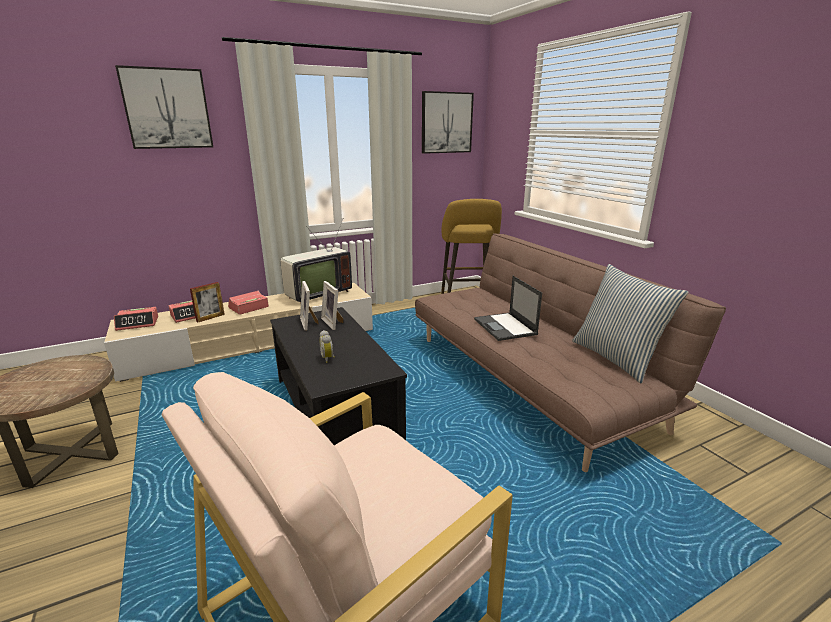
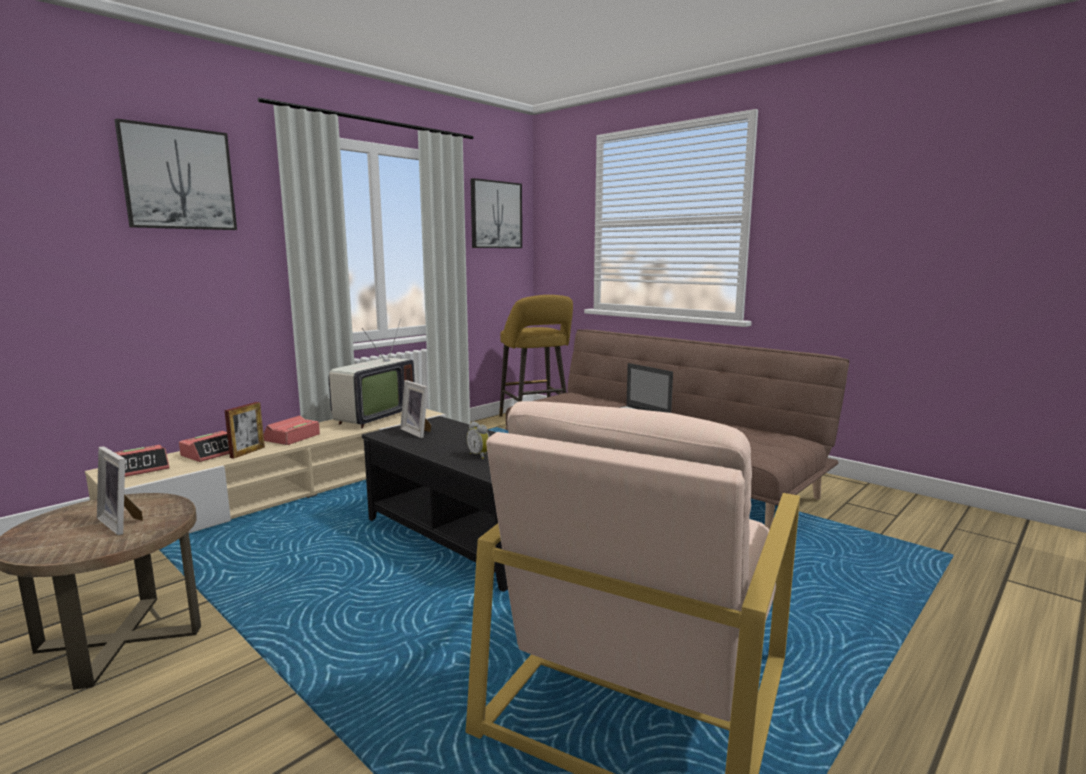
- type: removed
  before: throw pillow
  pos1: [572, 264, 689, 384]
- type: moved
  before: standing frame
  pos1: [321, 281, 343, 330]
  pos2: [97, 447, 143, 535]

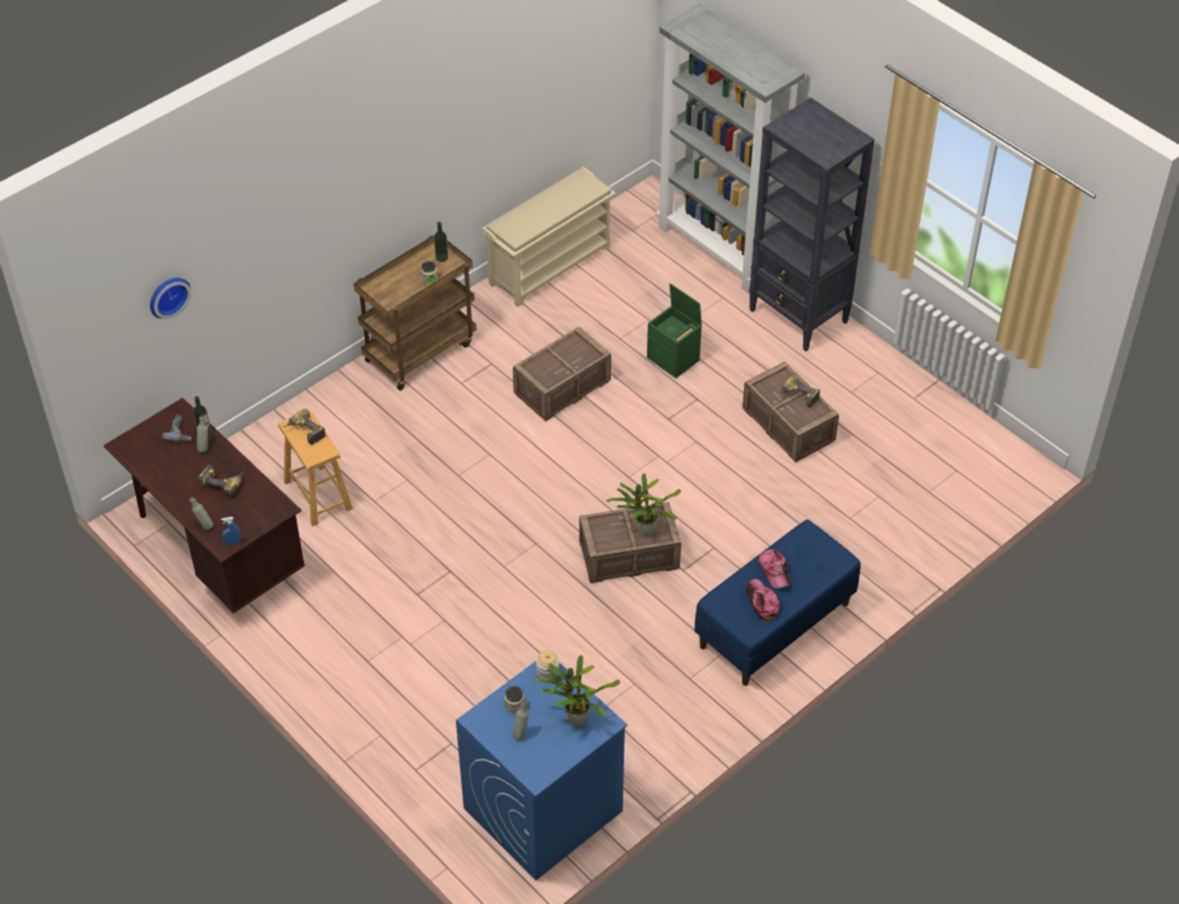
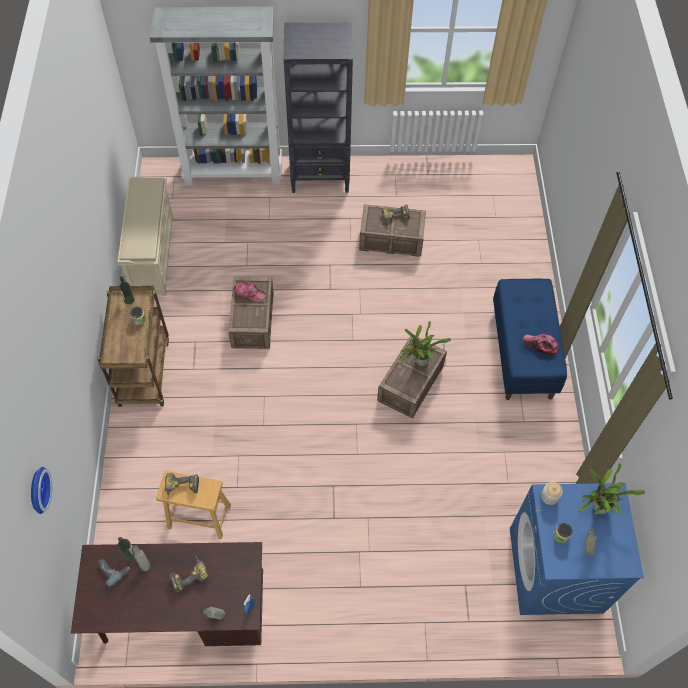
- type: removed
  before: green-coloured storage container
  pos1: [647, 283, 702, 378]
- type: moved
  before: cap
  pos1: [759, 549, 791, 588]
  pos2: [233, 281, 266, 303]

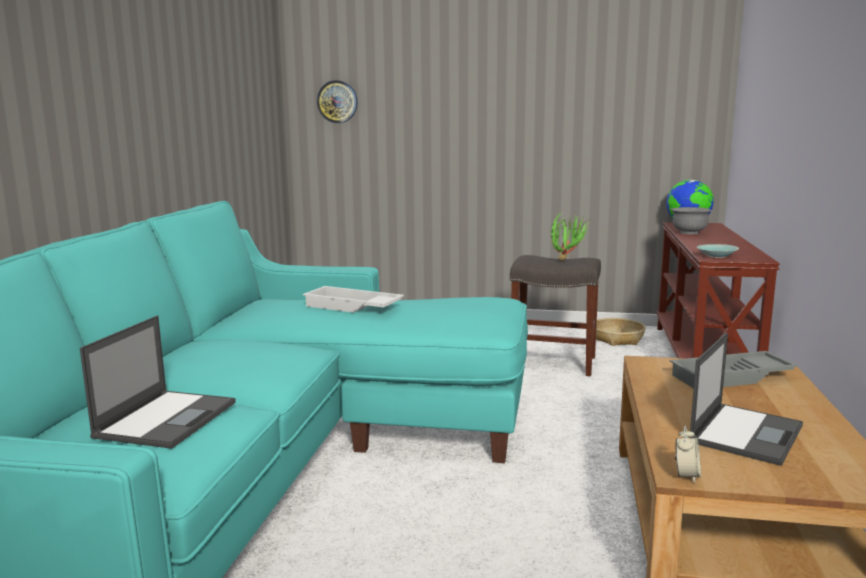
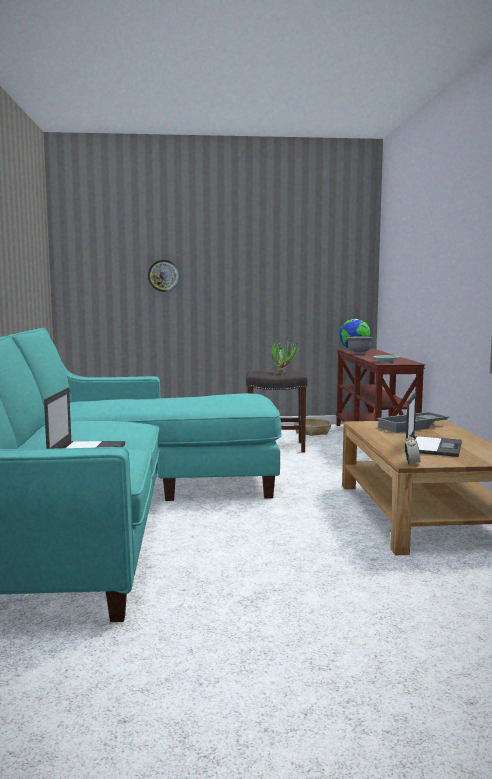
- type: moved
  before: clock on the wall
  pos1: [317, 80, 358, 123]
  pos2: [148, 260, 180, 292]
- type: removed
  before: whitish carrying tray
  pos1: [303, 286, 404, 313]

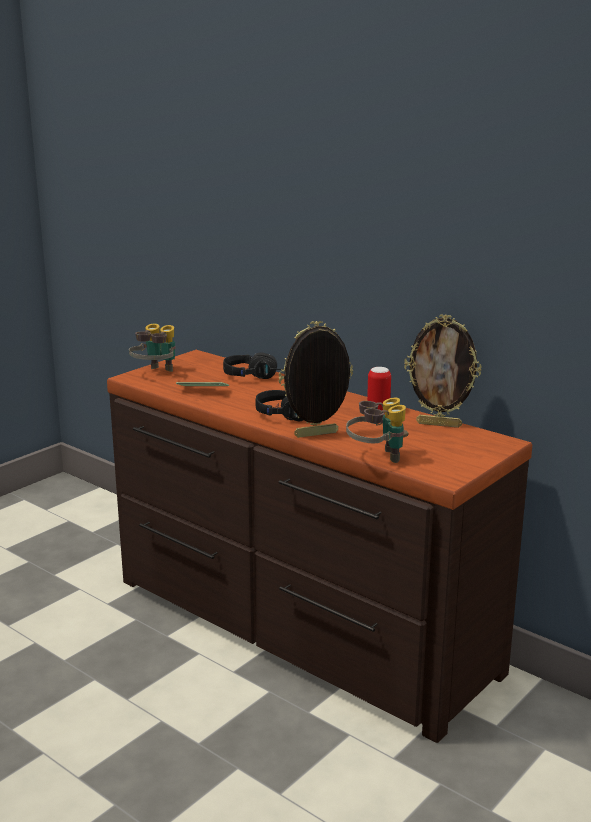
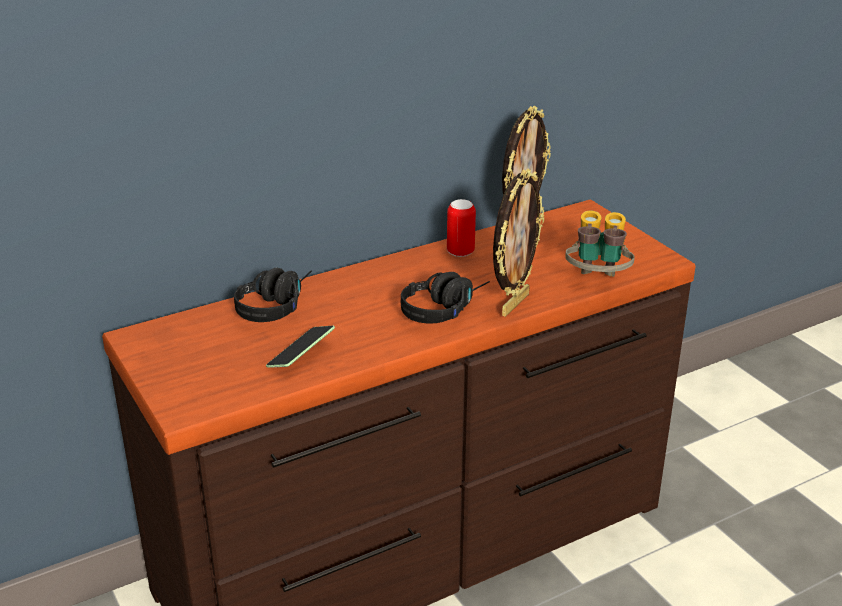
- type: turned
  before: standing frame
  pos1: [279, 321, 354, 438]
  pos2: [493, 169, 544, 317]
  turn: -150
- type: removed
  before: field glasses
  pos1: [129, 323, 175, 372]

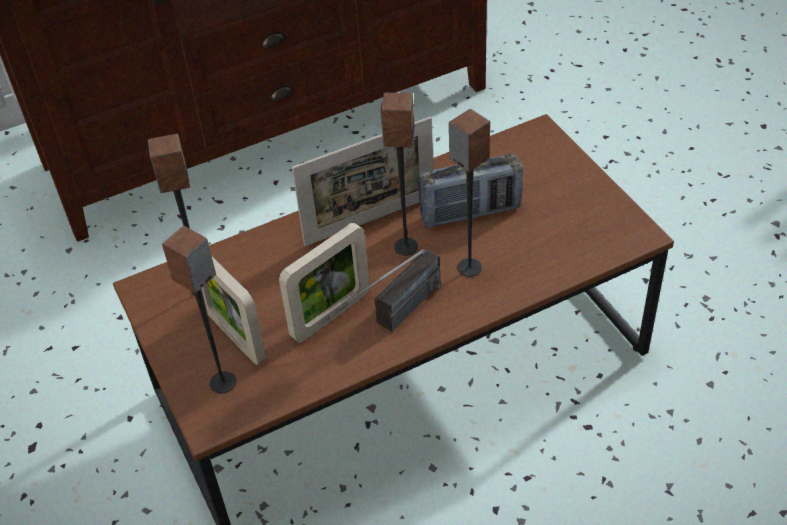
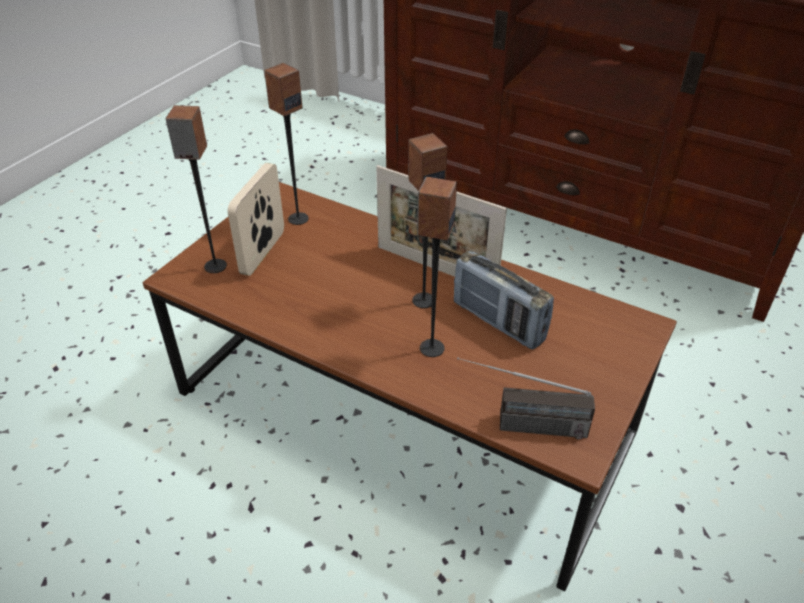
- type: removed
  before: standing frame
  pos1: [279, 223, 370, 342]
- type: moved
  before: radio receiver
  pos1: [344, 249, 441, 332]
  pos2: [457, 358, 595, 440]

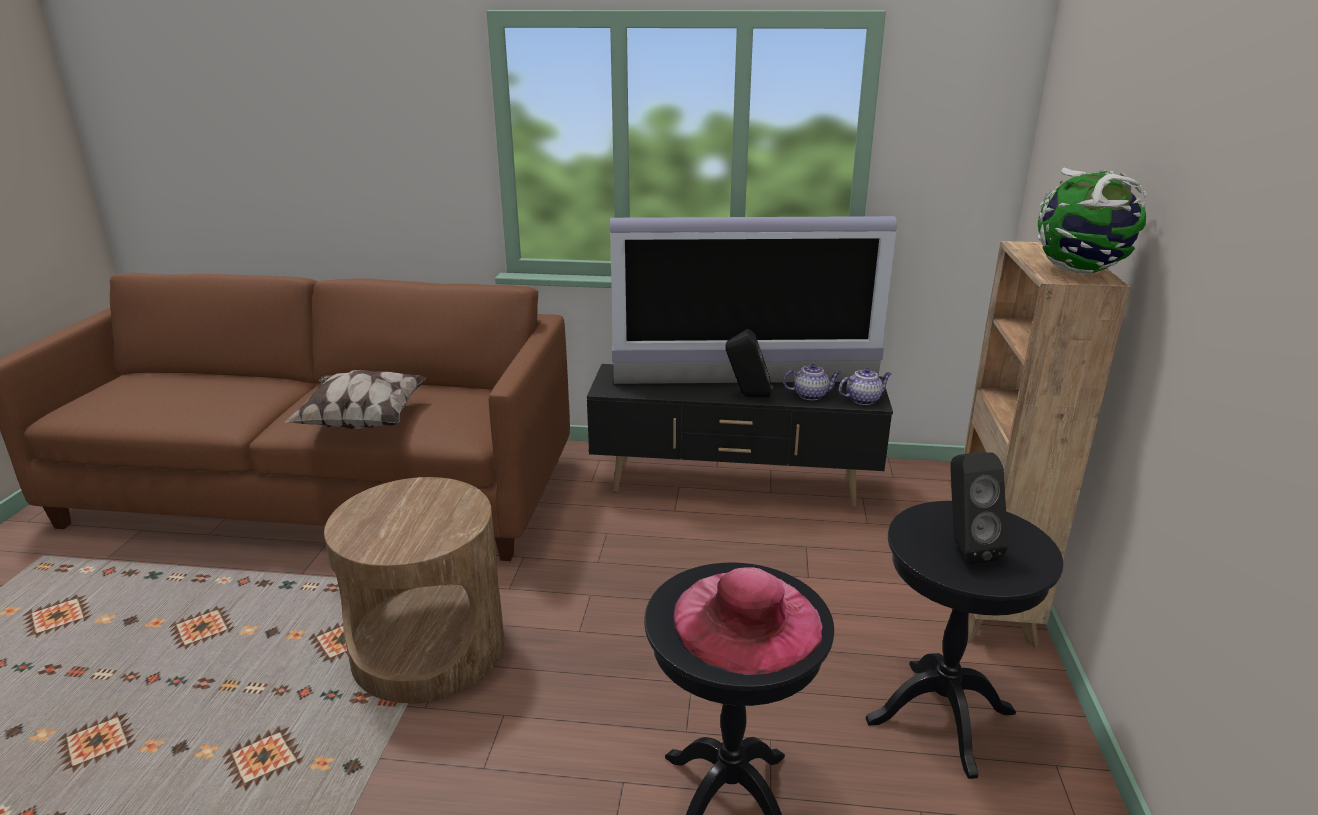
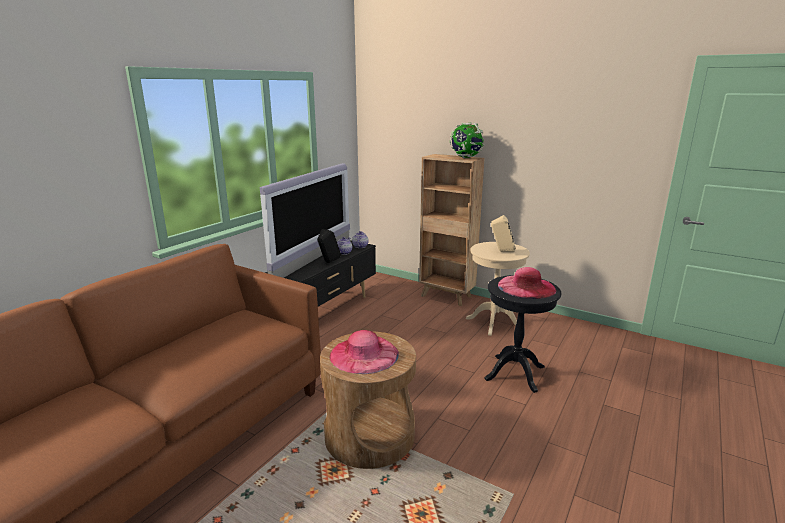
- type: removed
  before: throw pillow
  pos1: [284, 370, 427, 429]
- type: recoloured
  before: blackish loudspeaker
  after: sand-coloured loudspeaker
  pos1: [950, 452, 1008, 564]
  pos2: [491, 215, 516, 252]
- type: recoloured
  before: blackish accent table
  after: sand-coloured accent table
  pos1: [865, 501, 1063, 779]
  pos2: [466, 242, 530, 336]
- type: added
  after: pink-coloured wearable hat
  pos2: [330, 330, 399, 374]

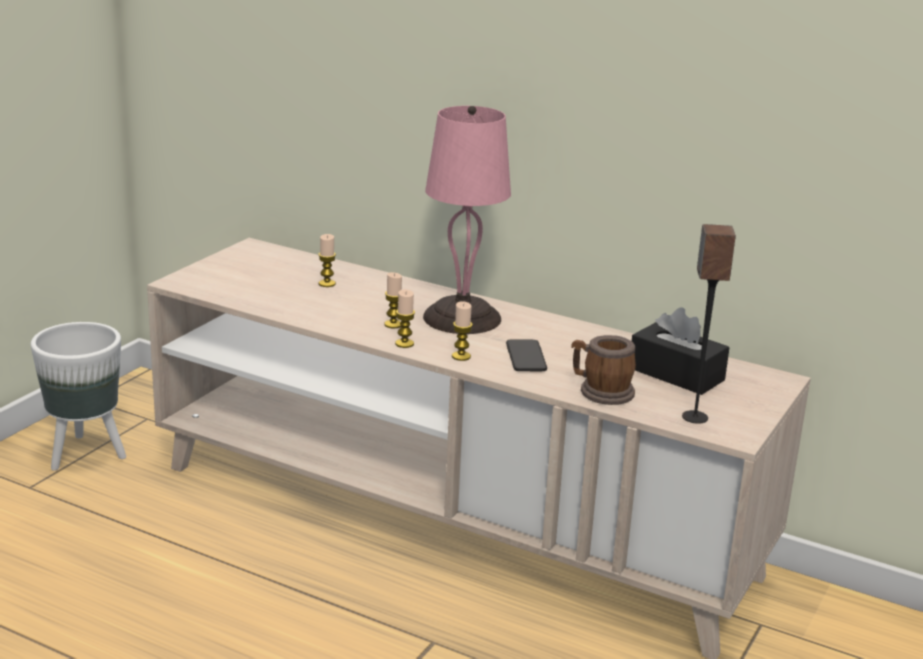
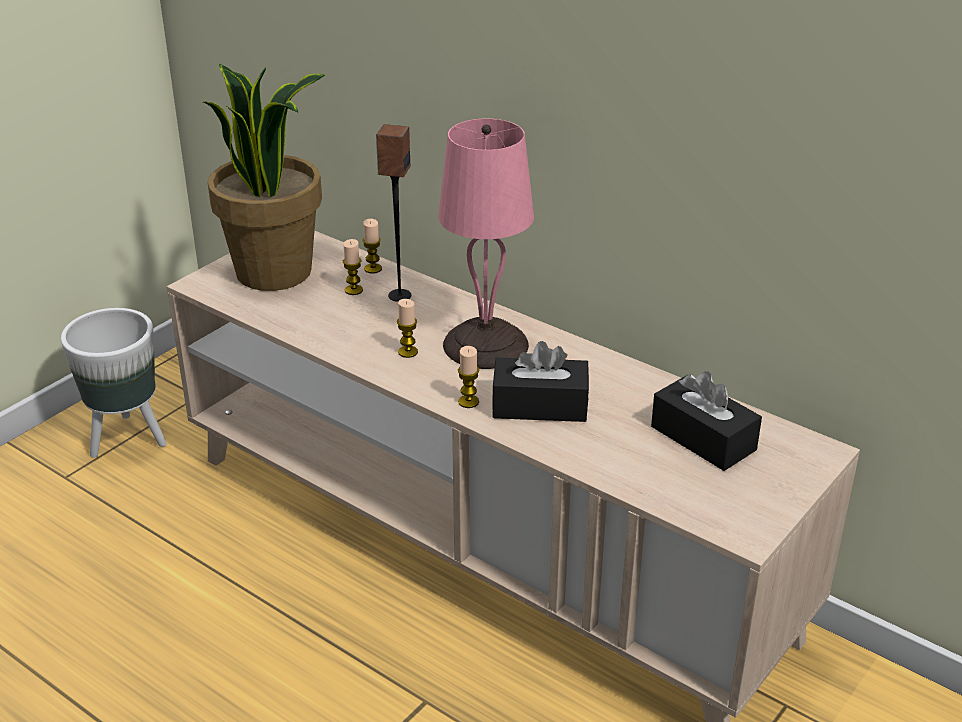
- type: moved
  before: loudspeaker
  pos1: [682, 224, 736, 424]
  pos2: [376, 124, 411, 302]
- type: moved
  before: wax light
  pos1: [395, 289, 415, 348]
  pos2: [362, 219, 382, 274]
- type: removed
  before: coffee mug
  pos1: [571, 335, 636, 405]
- type: replaced
  before: handset
  after: blackish tissue box
  pos1: [506, 340, 547, 371]
  pos2: [492, 341, 589, 422]
- type: added
  after: potted plant
  pos2: [203, 64, 325, 291]

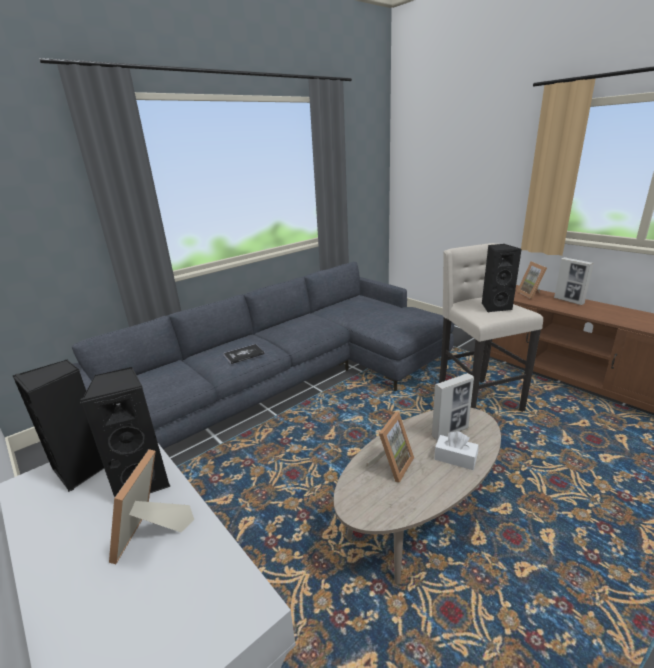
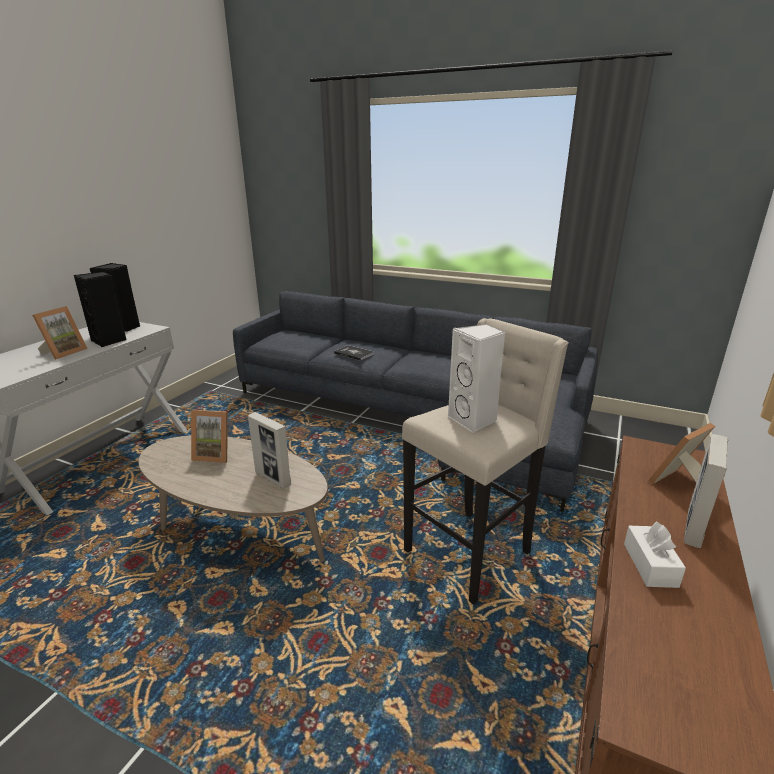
- type: recoloured
  before: blackish loudspeaker
  after: whitish loudspeaker
  pos1: [482, 244, 522, 312]
  pos2: [448, 324, 506, 433]
- type: moved
  before: whitish tissue box
  pos1: [434, 431, 479, 470]
  pos2: [624, 522, 686, 588]
- type: turned
  before: standing frame
  pos1: [109, 449, 194, 564]
  pos2: [32, 306, 88, 360]
  turn: 135

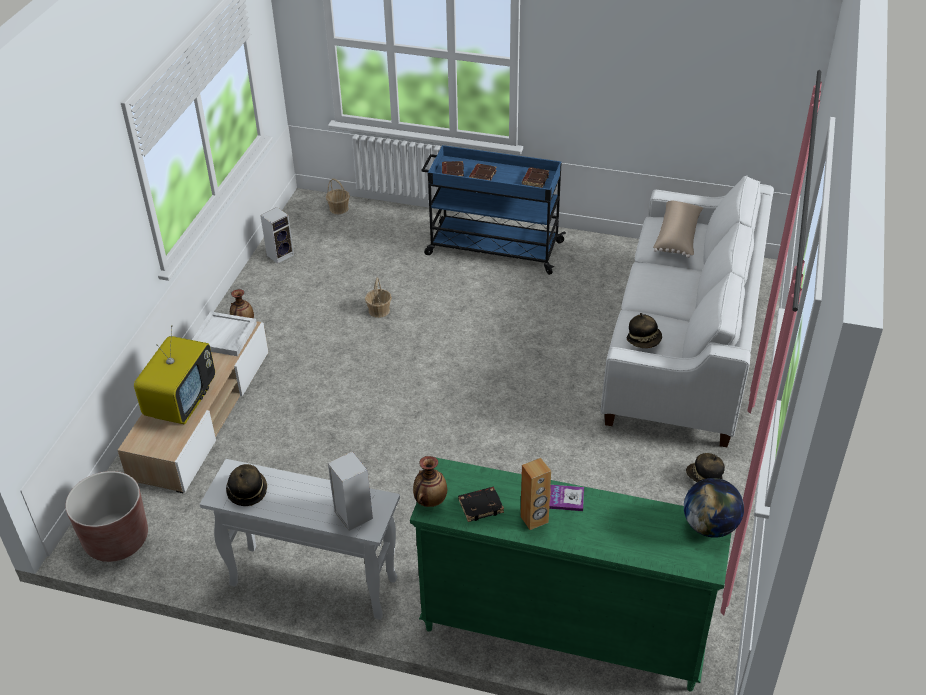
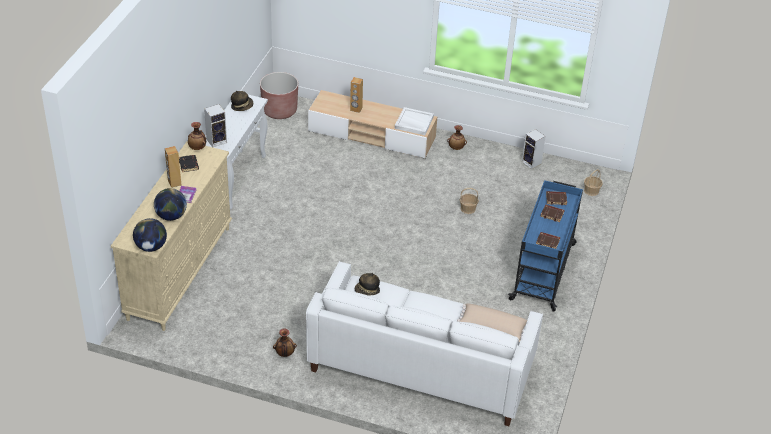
- type: replaced
  before: TV set
  after: brownish loudspeaker
  pos1: [134, 325, 215, 424]
  pos2: [350, 77, 363, 113]
- type: replaced
  before: wearable hat
  after: decorative vase
  pos1: [686, 453, 725, 482]
  pos2: [273, 329, 297, 357]
- type: recoloured
  before: green-coloured drawer chest
  after: sand-coloured drawer chest
  pos1: [410, 457, 732, 692]
  pos2: [111, 141, 232, 331]
- type: added
  after: world globe
  pos2: [154, 188, 187, 221]

